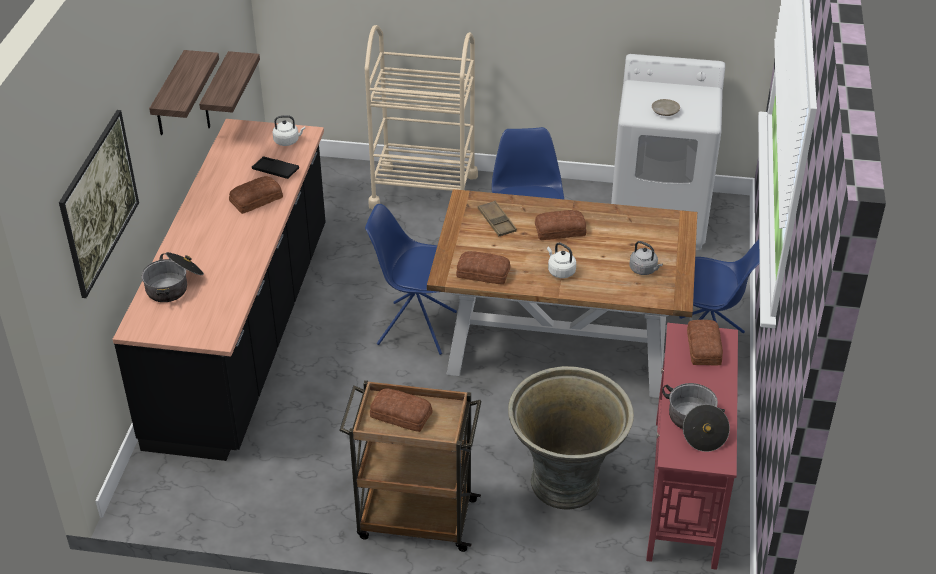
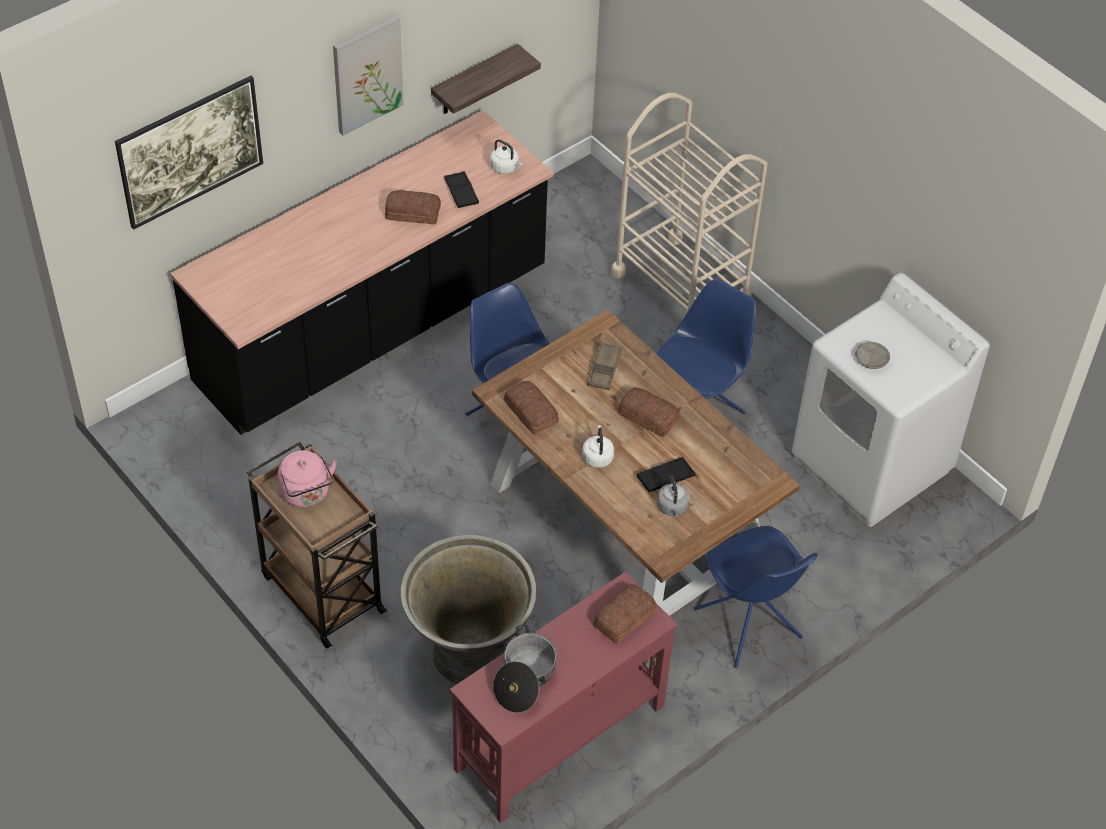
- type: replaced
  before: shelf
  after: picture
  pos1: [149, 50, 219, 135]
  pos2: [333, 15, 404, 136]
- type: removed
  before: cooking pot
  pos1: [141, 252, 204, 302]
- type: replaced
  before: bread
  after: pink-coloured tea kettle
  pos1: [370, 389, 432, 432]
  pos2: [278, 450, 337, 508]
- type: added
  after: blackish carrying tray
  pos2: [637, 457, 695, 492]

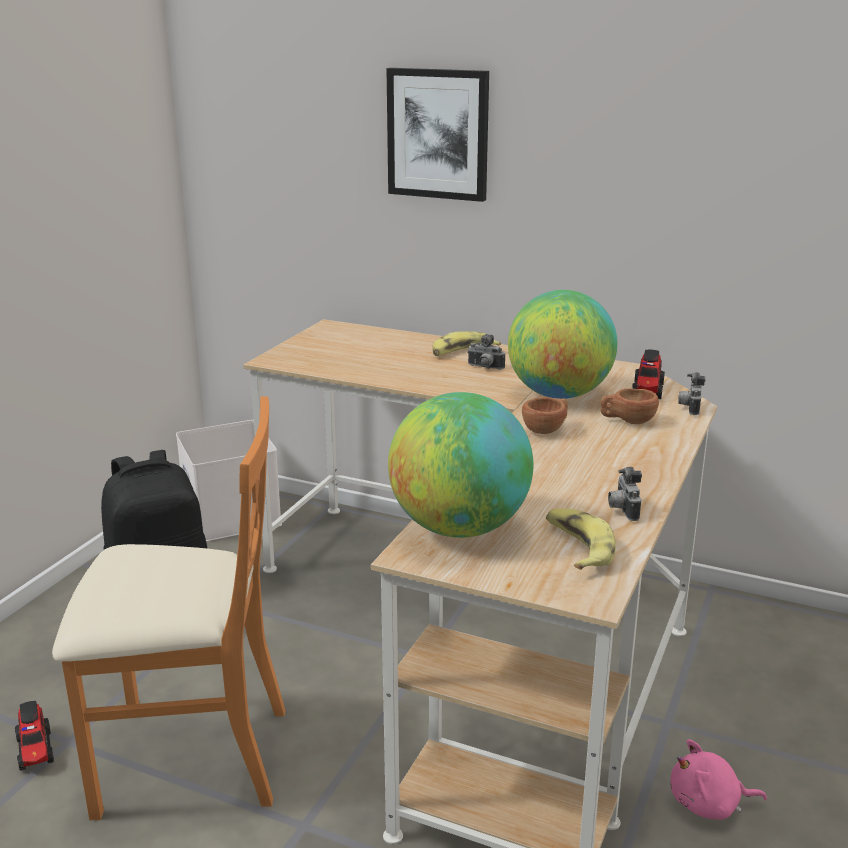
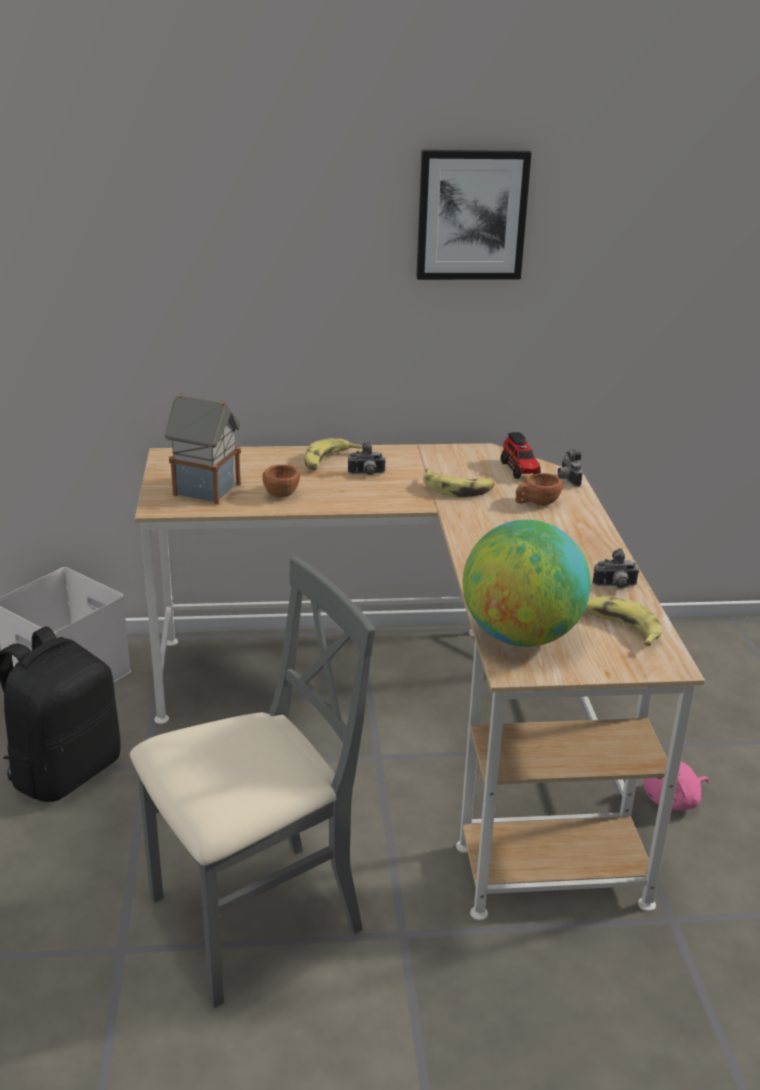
- type: moved
  before: picture
  pos1: [386, 68, 489, 202]
  pos2: [416, 150, 531, 280]
- type: replaced
  before: world globe
  after: banana
  pos1: [508, 290, 617, 399]
  pos2: [423, 468, 495, 498]
- type: recoloured
  before: orangey chair
  after: grey chair
  pos1: [52, 396, 285, 820]
  pos2: [130, 557, 376, 1008]
- type: moved
  before: brownish cup
  pos1: [522, 397, 568, 434]
  pos2: [262, 463, 300, 497]
- type: turned
  before: still camera
  pos1: [608, 467, 642, 521]
  pos2: [593, 548, 640, 588]
  turn: -60
- type: removed
  before: model truck
  pos1: [15, 701, 54, 771]
- type: added
  after: model house
  pos2: [164, 393, 241, 505]

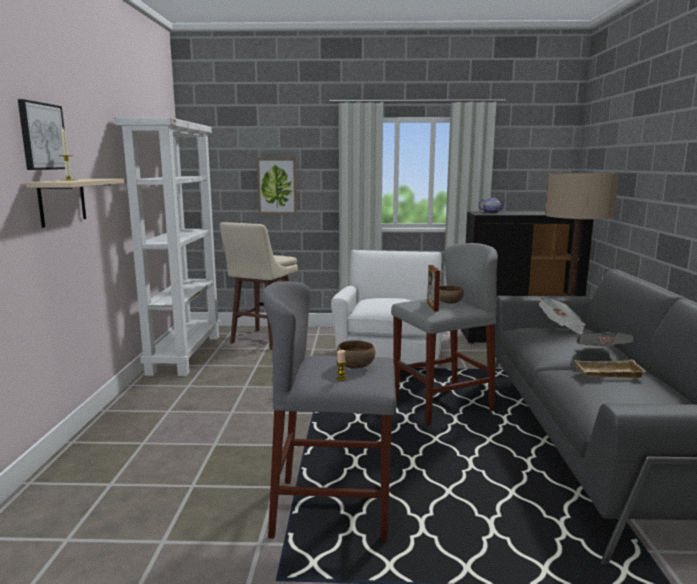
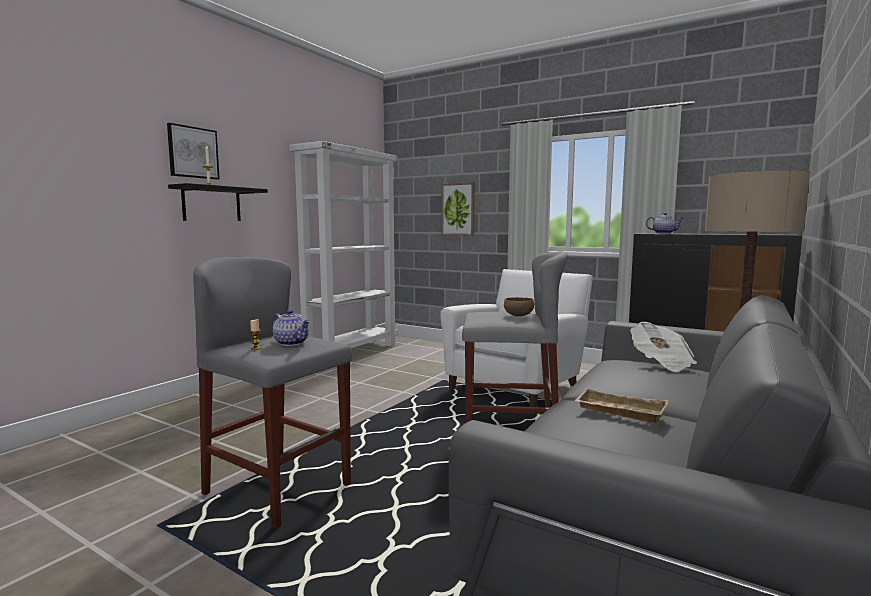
- type: recoloured
  before: sand-coloured shelf
  after: blackish shelf
  pos1: [26, 179, 124, 228]
  pos2: [168, 183, 268, 221]
- type: removed
  before: sand-coloured sitting stool
  pos1: [220, 222, 298, 350]
- type: removed
  before: standing frame
  pos1: [427, 265, 440, 312]
- type: removed
  before: printed paper
  pos1: [576, 332, 634, 346]
- type: replaced
  before: brownish serving bowl
  after: teapot
  pos1: [336, 340, 375, 369]
  pos2: [272, 310, 310, 346]

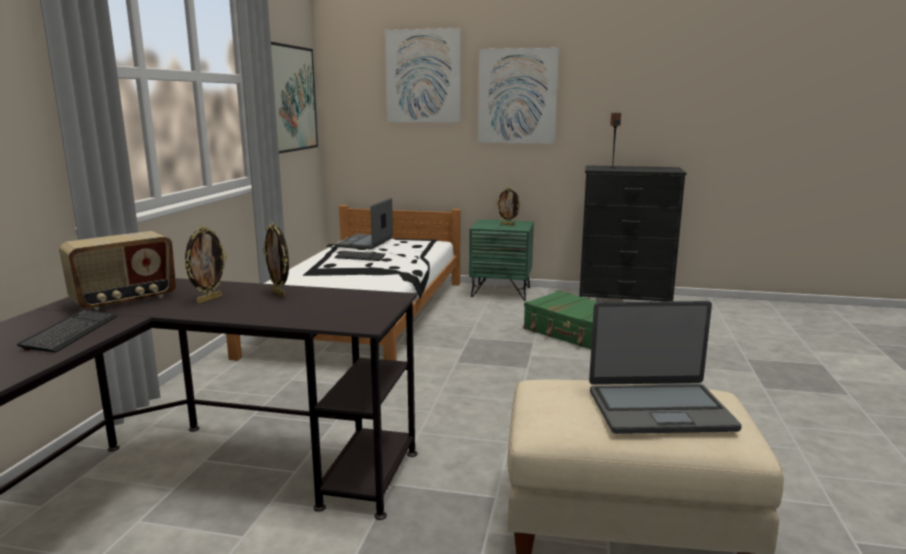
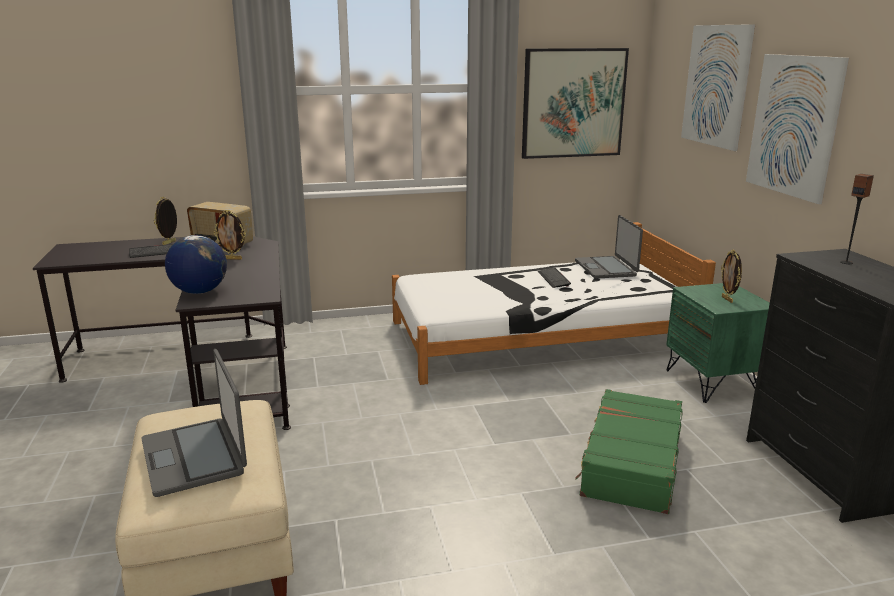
- type: turned
  before: notebook computer
  pos1: [335, 197, 393, 250]
  pos2: [575, 215, 643, 279]
  turn: -90
- type: moved
  before: standing frame
  pos1: [263, 223, 289, 298]
  pos2: [154, 197, 177, 245]
- type: added
  after: world globe
  pos2: [165, 235, 227, 294]

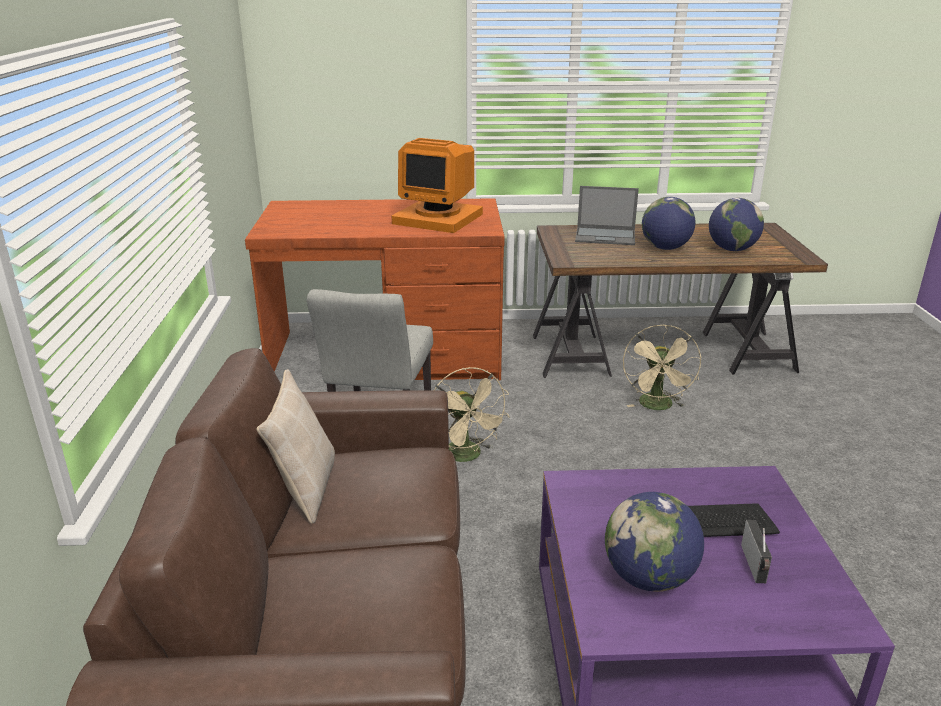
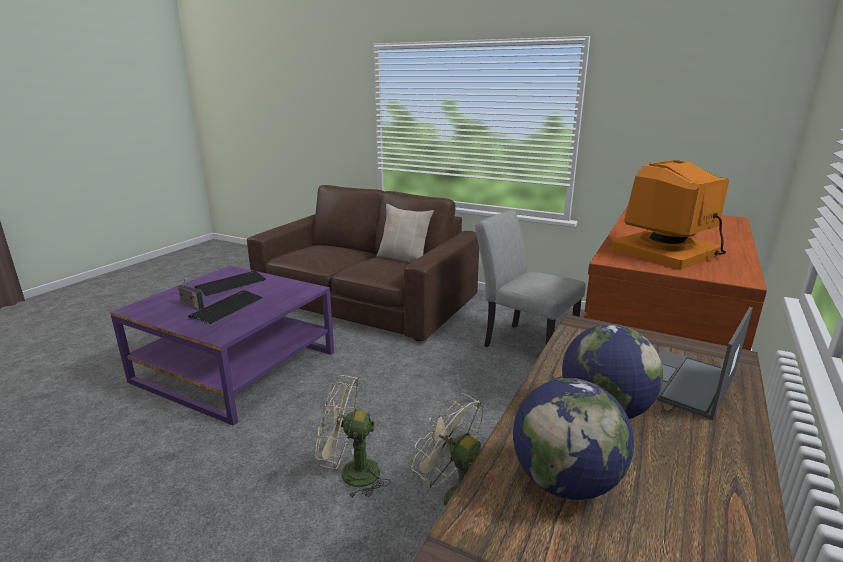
- type: moved
  before: sand-coloured electric fan
  pos1: [434, 367, 510, 462]
  pos2: [315, 375, 391, 499]
- type: replaced
  before: world globe
  after: PC keyboard
  pos1: [605, 492, 704, 592]
  pos2: [194, 271, 266, 296]

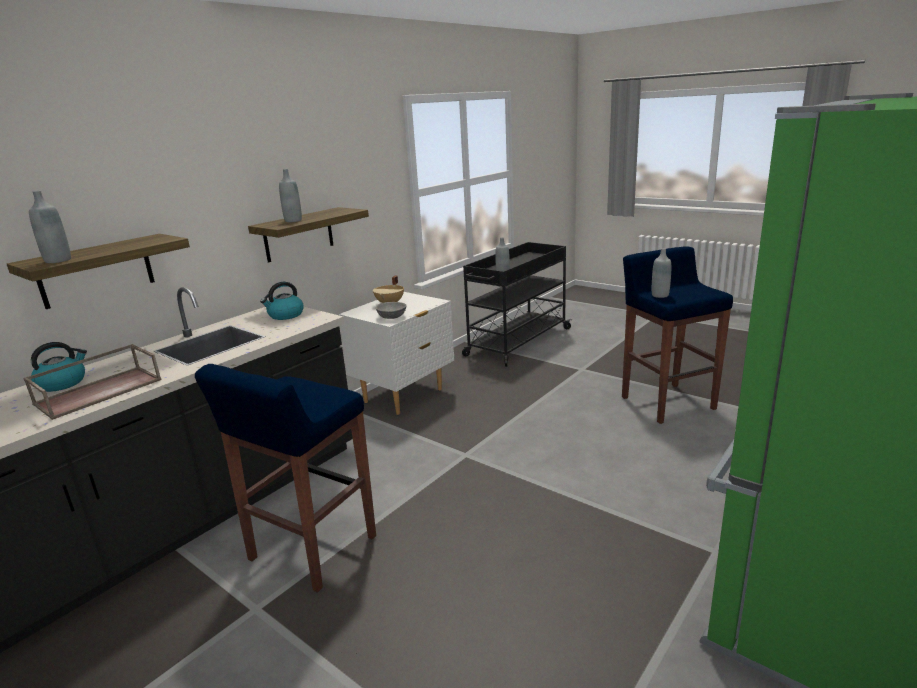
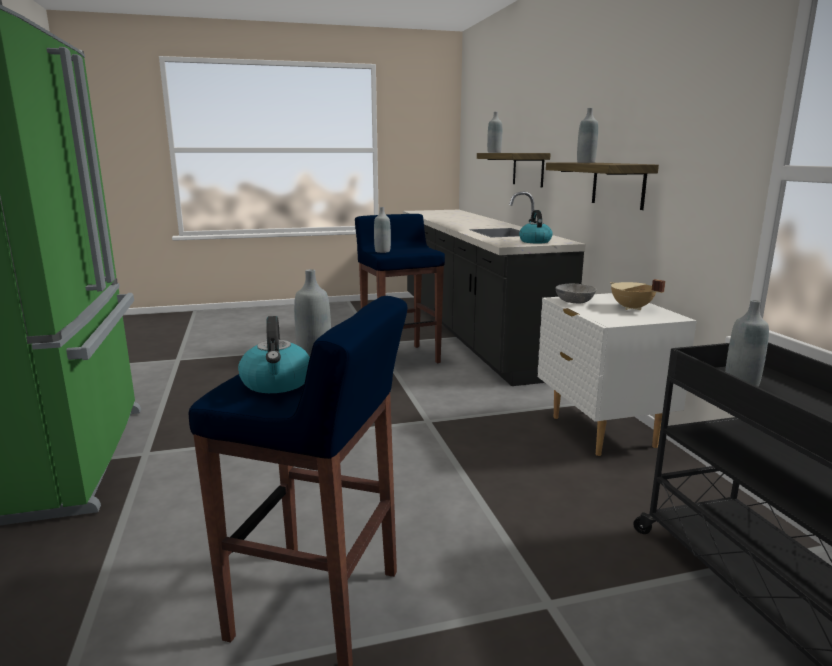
- type: moved
  before: tea kettle
  pos1: [31, 342, 87, 392]
  pos2: [238, 316, 310, 393]
- type: removed
  before: brownish carrying tray
  pos1: [23, 344, 162, 420]
- type: added
  after: grey bottle
  pos2: [374, 207, 391, 253]

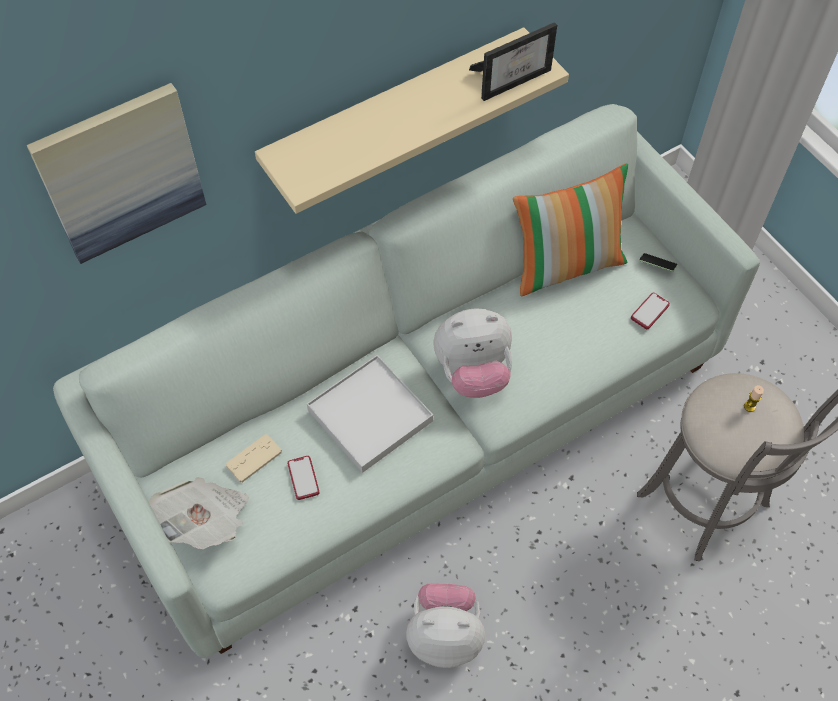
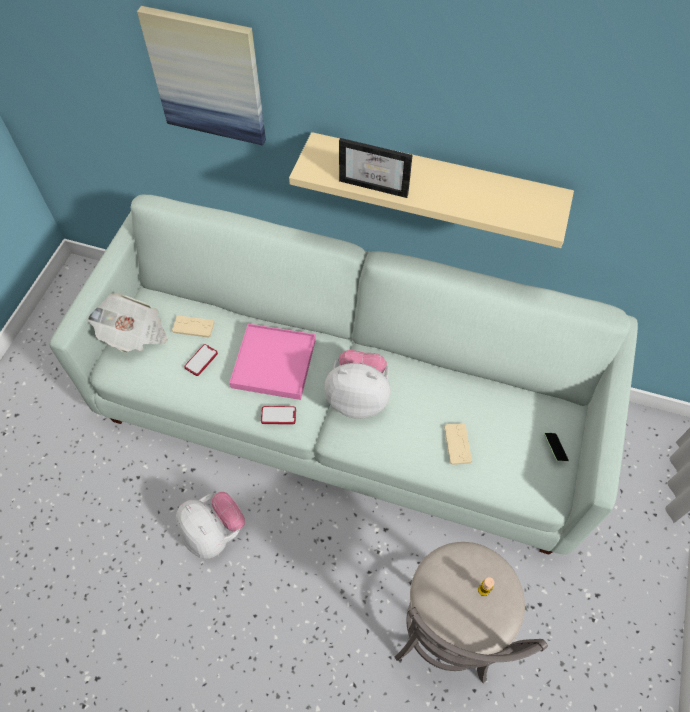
- type: moved
  before: standing frame
  pos1: [469, 22, 557, 101]
  pos2: [339, 138, 413, 198]
- type: removed
  before: throw pillow
  pos1: [513, 163, 628, 296]
- type: moved
  before: handset
  pos1: [631, 292, 670, 329]
  pos2: [261, 406, 296, 424]
- type: turned
  before: plush toy
  pos1: [433, 308, 512, 398]
  pos2: [324, 350, 391, 419]
  turn: 150
- type: recoloured
  before: whitish carrying tray
  after: pink-coloured carrying tray
  pos1: [307, 355, 433, 473]
  pos2: [229, 324, 316, 400]
- type: added
  after: sand-coloured gamepad
  pos2: [444, 423, 472, 465]

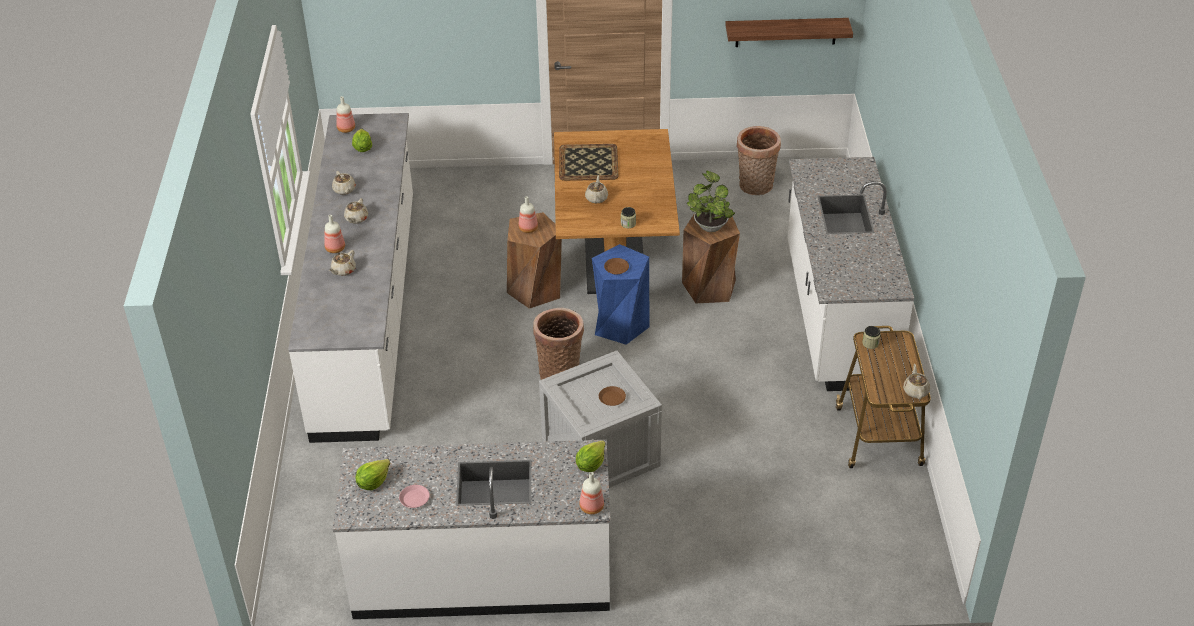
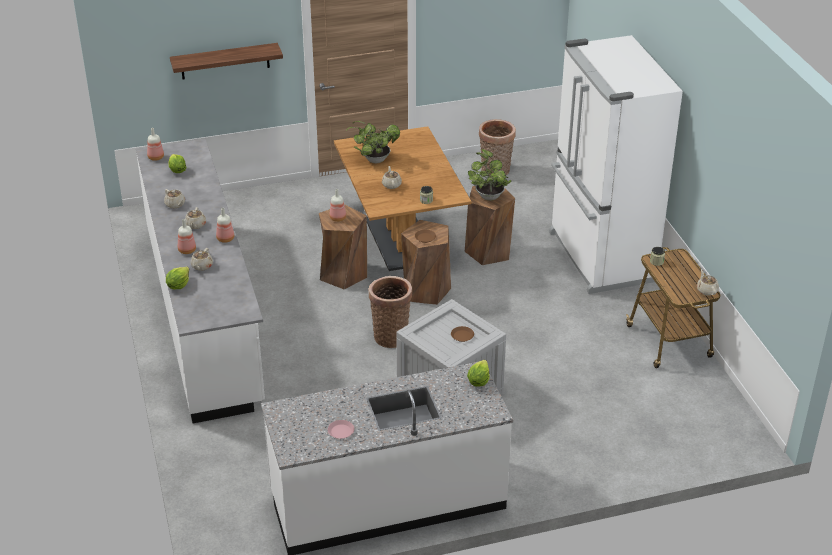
- type: moved
  before: shelf
  pos1: [725, 18, 853, 47]
  pos2: [170, 43, 283, 79]
- type: replaced
  before: carrying tray
  after: potted plant
  pos1: [559, 144, 618, 181]
  pos2: [346, 121, 400, 163]
- type: replaced
  before: whitish kitchen base unit
  after: whitish refrigerator
  pos1: [788, 157, 914, 391]
  pos2: [549, 35, 683, 294]
- type: recoloured
  before: blue-coloured sitting stool
  after: brownish sitting stool
  pos1: [592, 244, 649, 345]
  pos2: [401, 220, 451, 305]
- type: moved
  before: lettuce
  pos1: [356, 459, 390, 490]
  pos2: [166, 266, 189, 289]
- type: moved
  before: bottle
  pos1: [580, 472, 604, 514]
  pos2: [216, 208, 234, 243]

